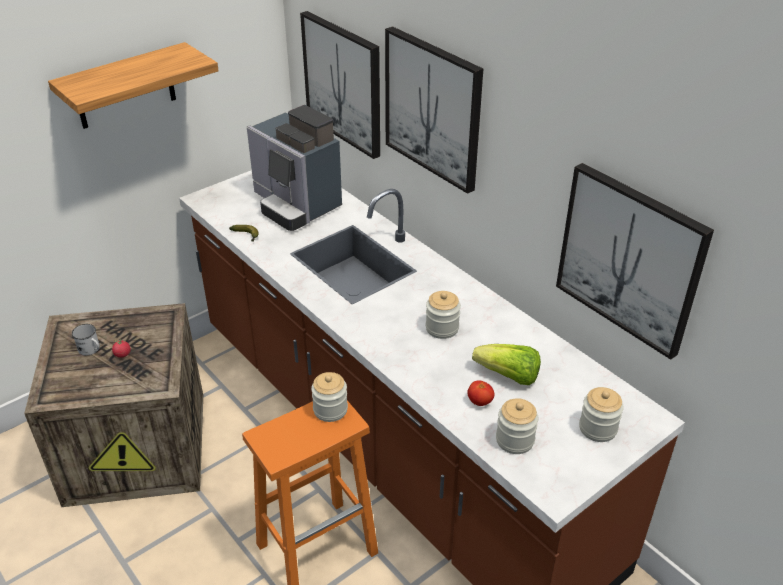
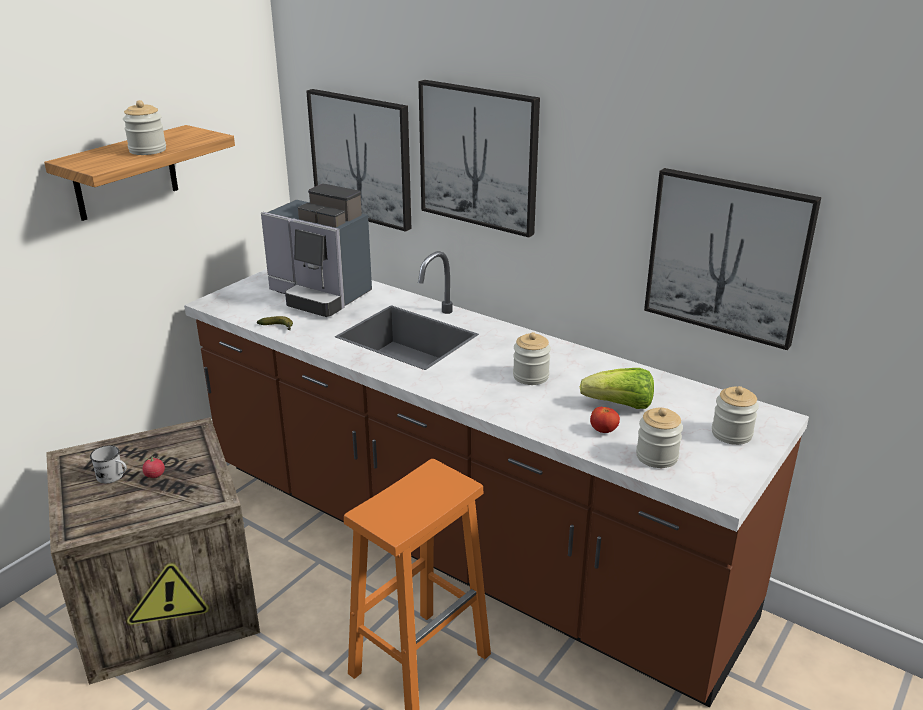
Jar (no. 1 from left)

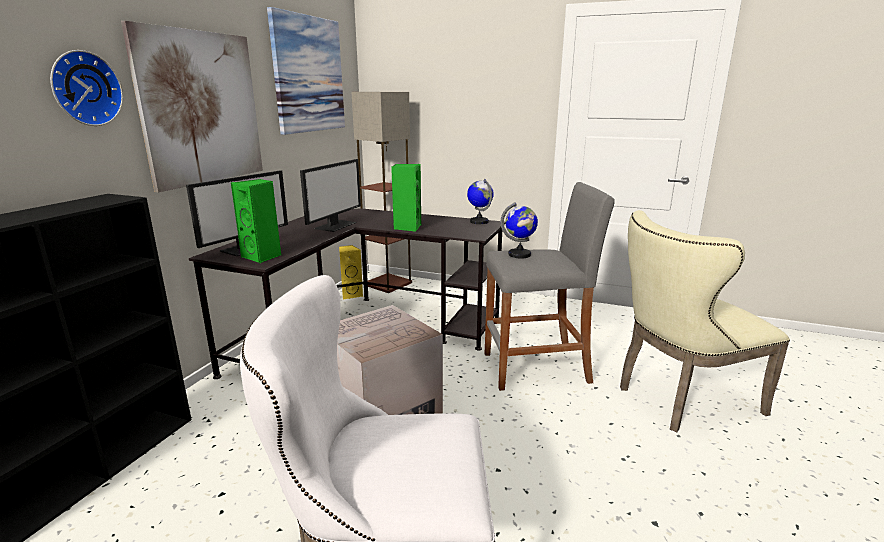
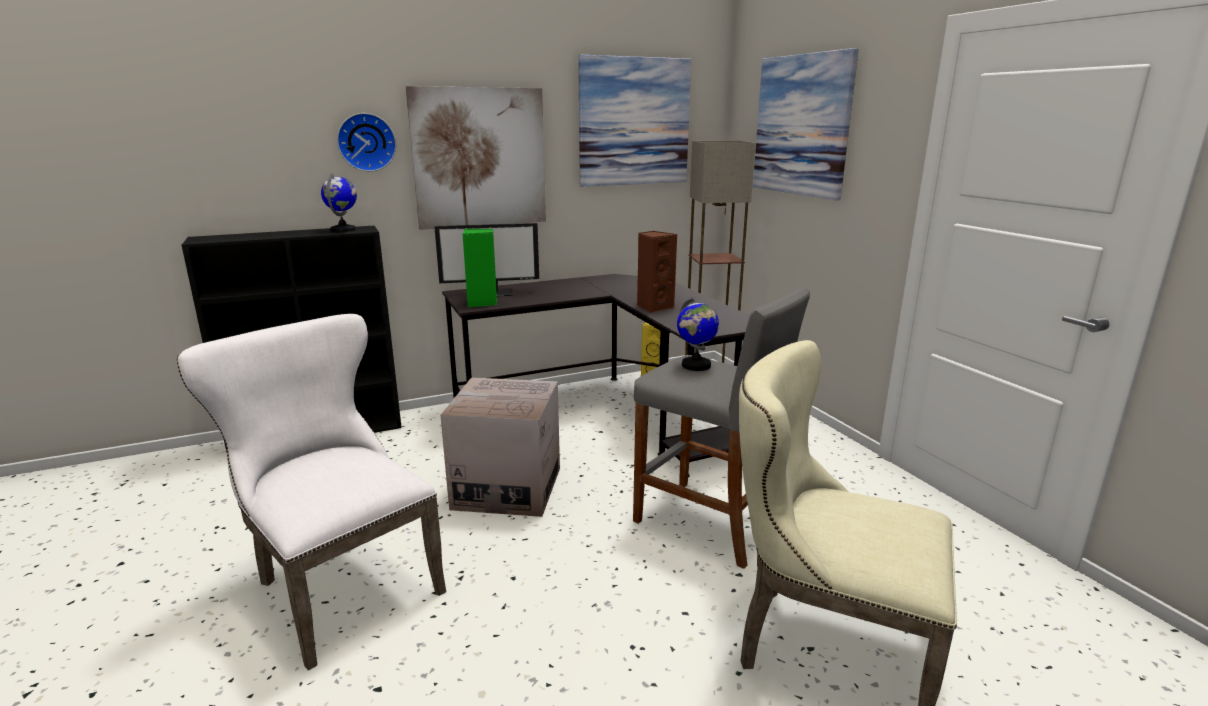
Monitor (no. 2 from left in the first image)
BrownSpeaker
Globe (no. 1 from left)
Picture (no. 3 from left)

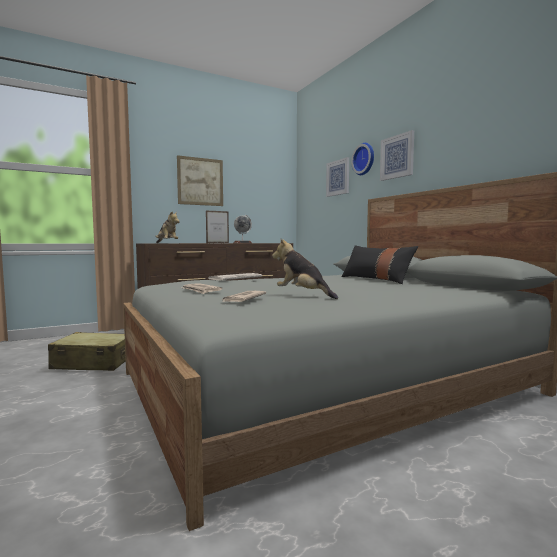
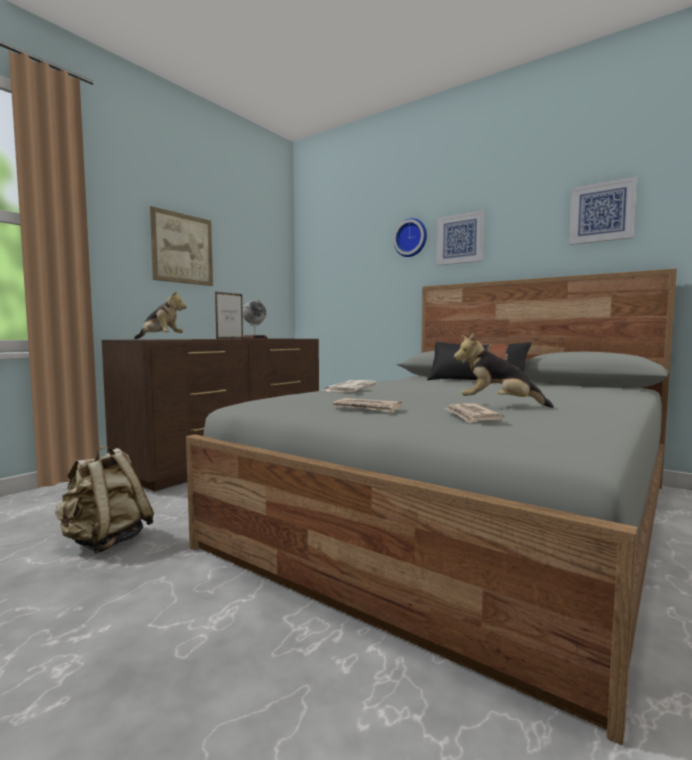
BeigeBackpack
Picture (no. 3 from left)

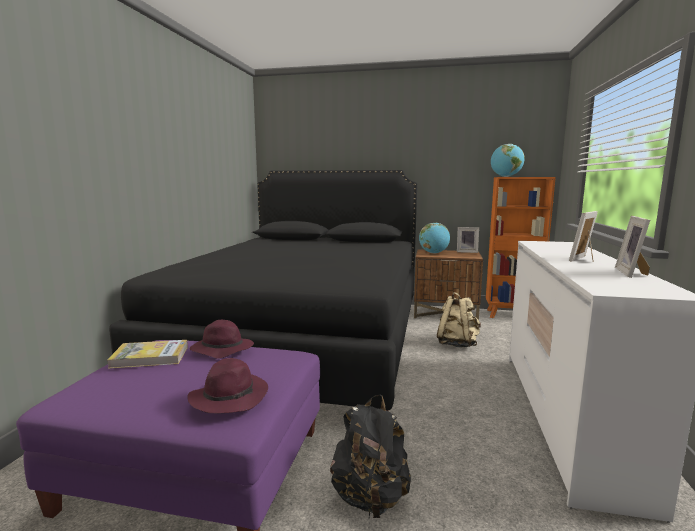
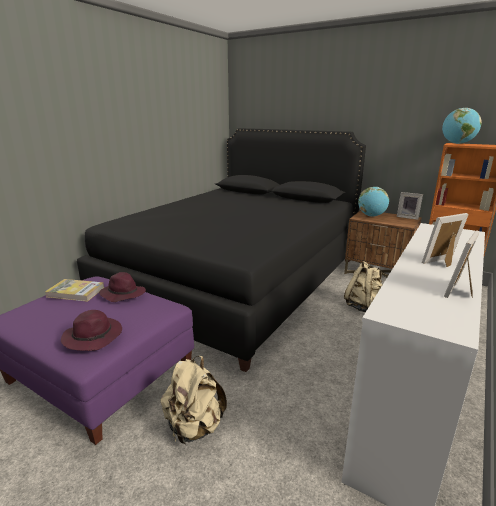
BeigeBackpack (no. 1 from left)

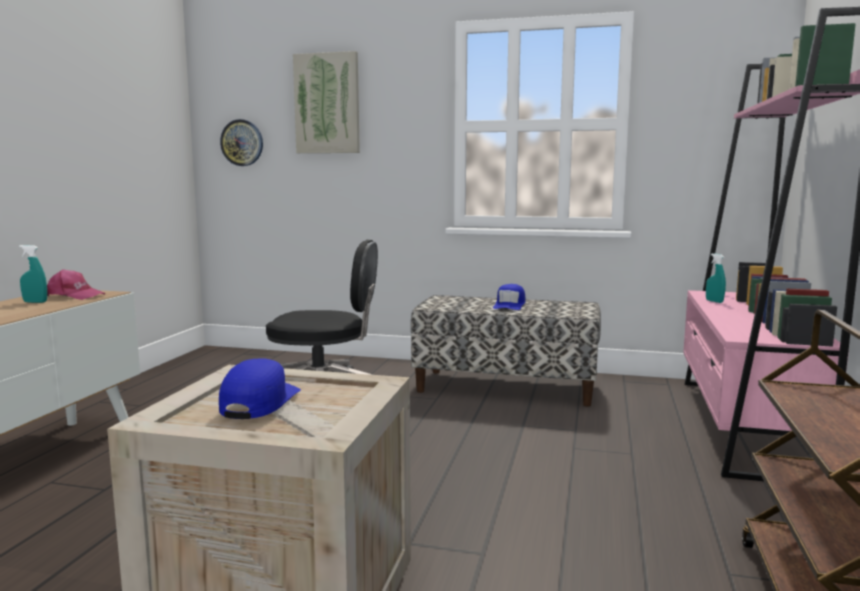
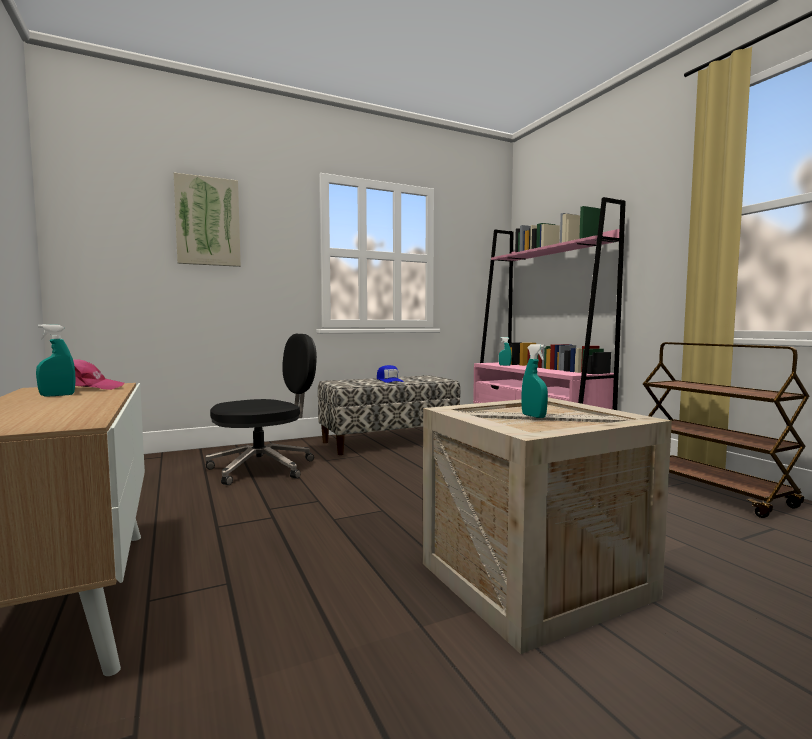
TurquoiseSprayBottle (no. 3 from left)
WallClock

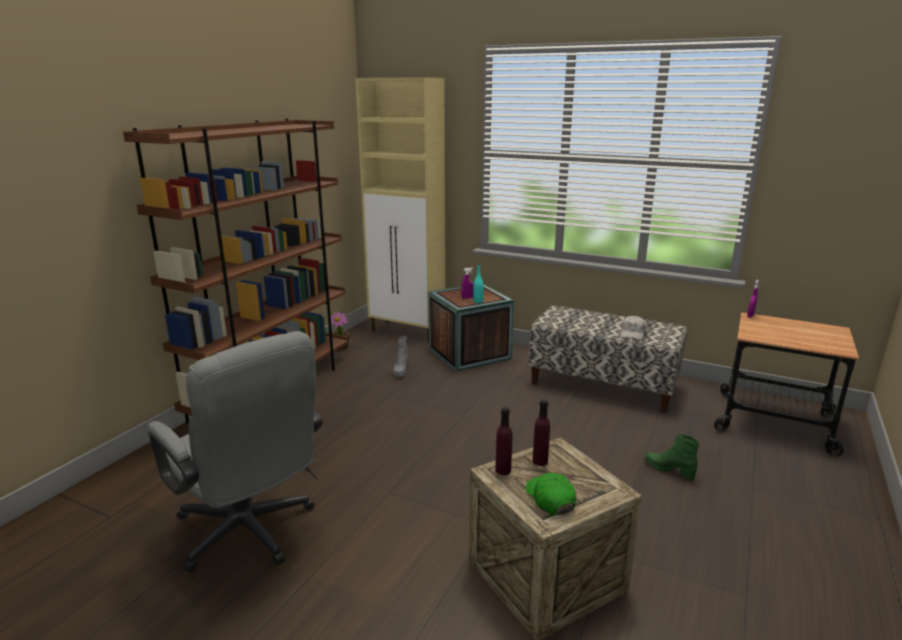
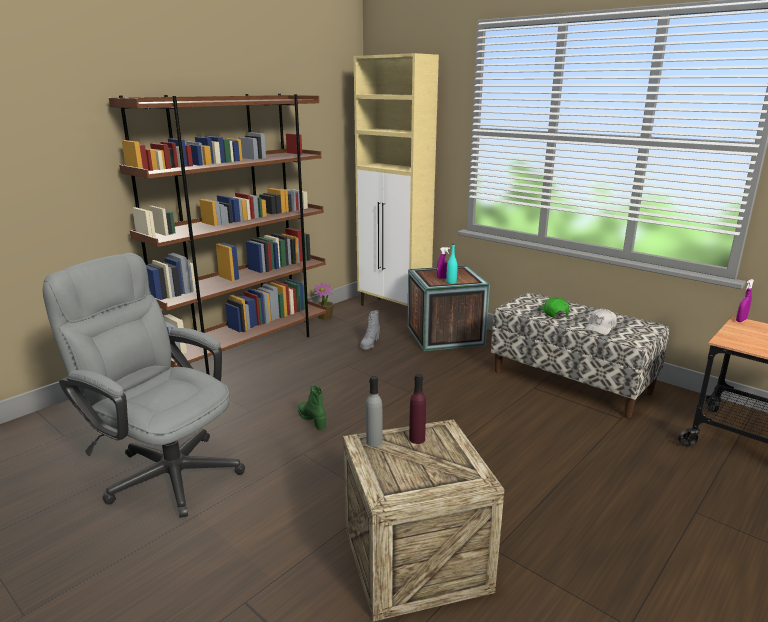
GreyOfficeChair
GreyBottle
GreenCap
GreenBoot

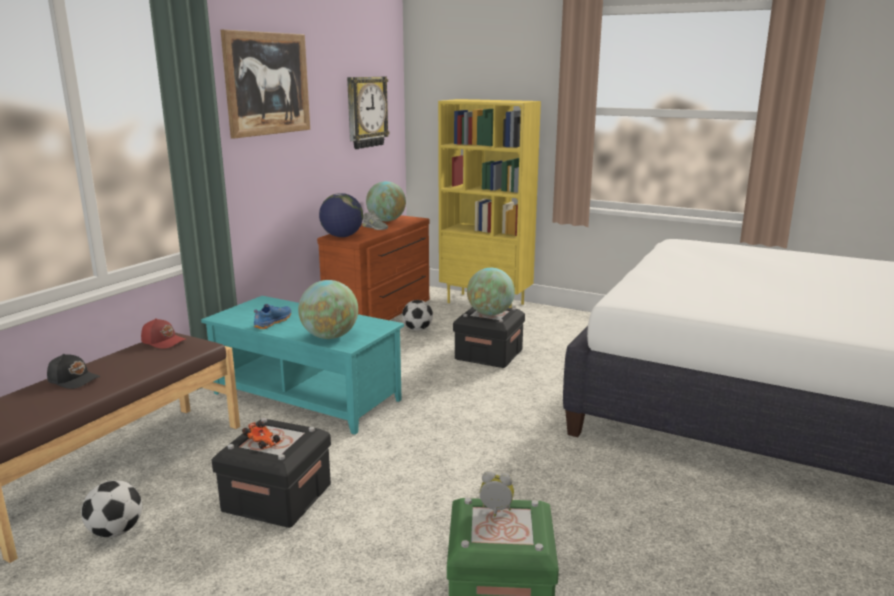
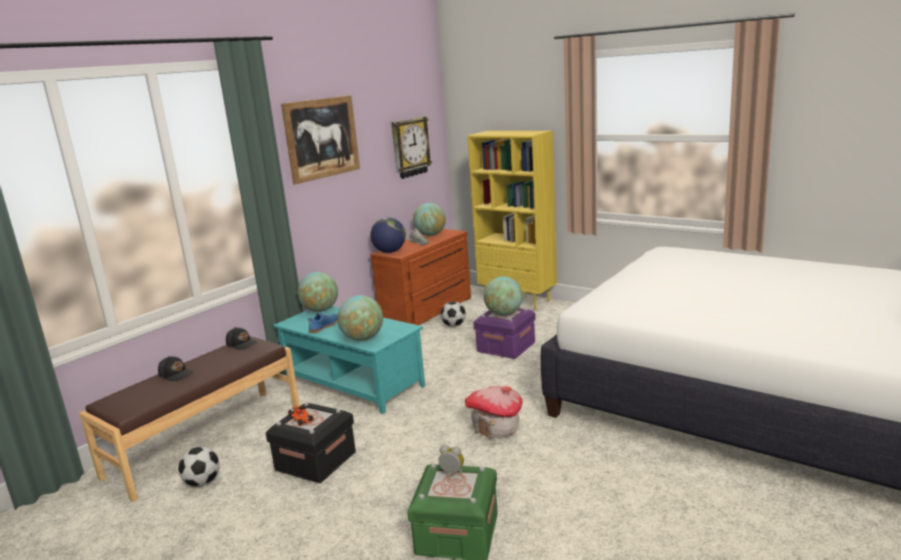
BlackCap (no. 2 from left)
PurpleStorageBox
Globe (no. 1 from left)
ToyHouse

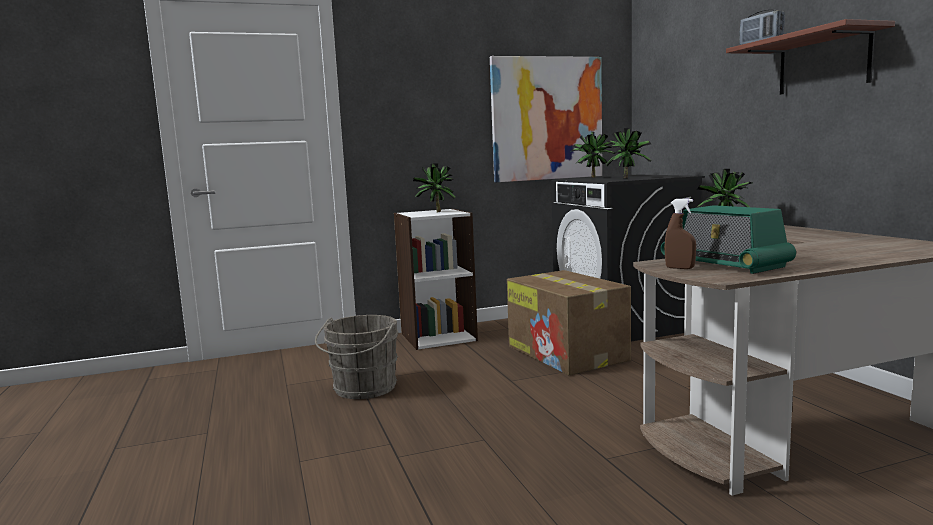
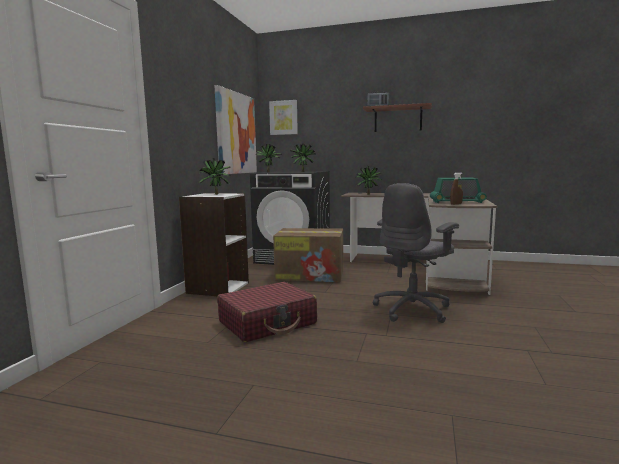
RedSuitcase
Picture (no. 2 from left)
GreyOfficeChair

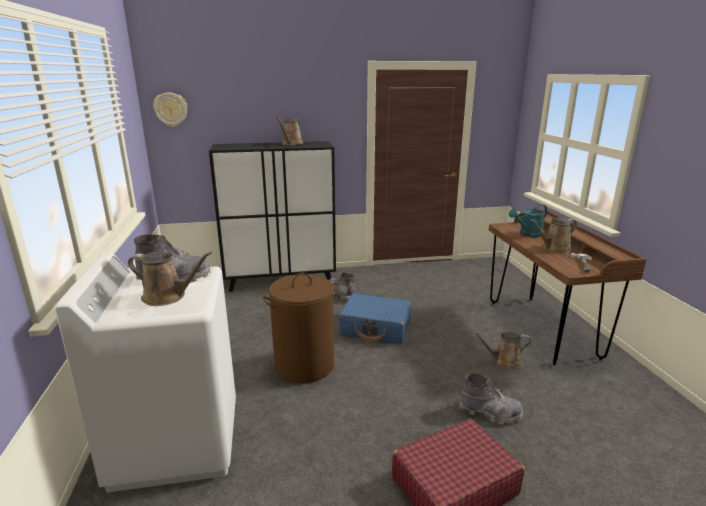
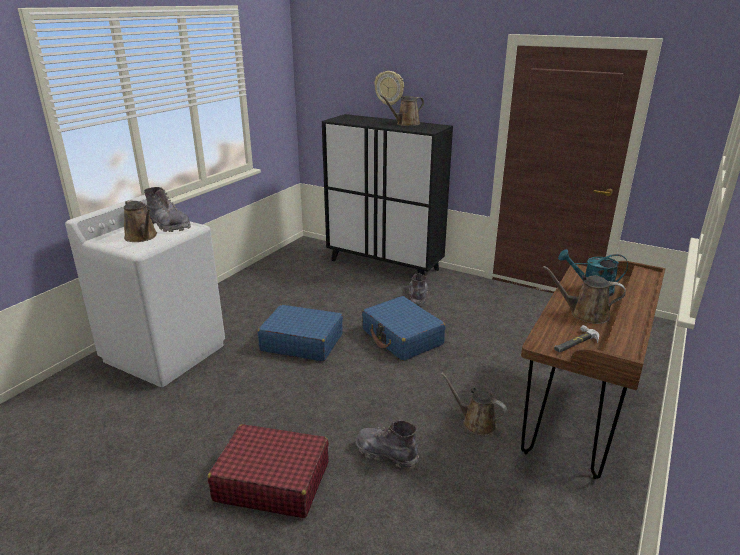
WallClock
BlueSuitcase (no. 1 from left)
GreyBoot (no. 2 from left)

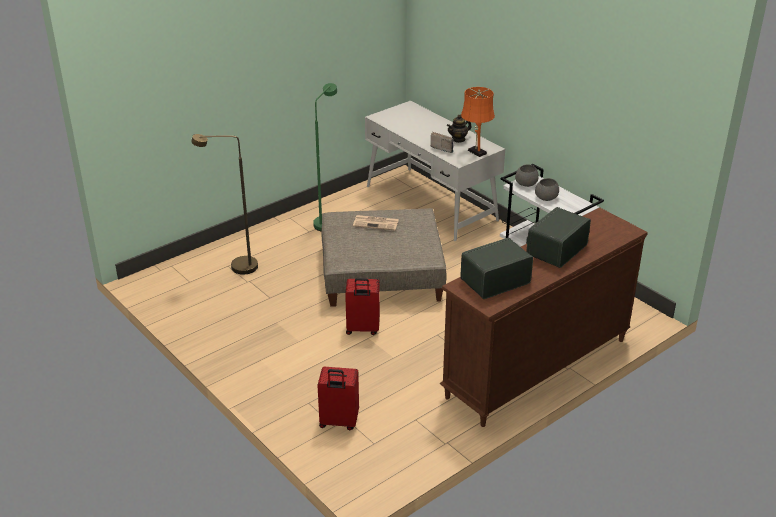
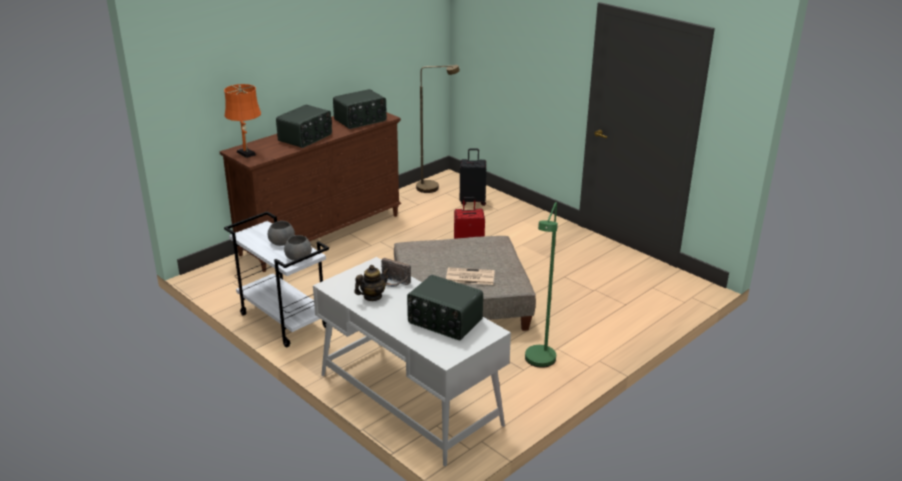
BrownFloorLamp
BlackSuitcase
OrangeTableLamp
Radio (no. 4 from left)

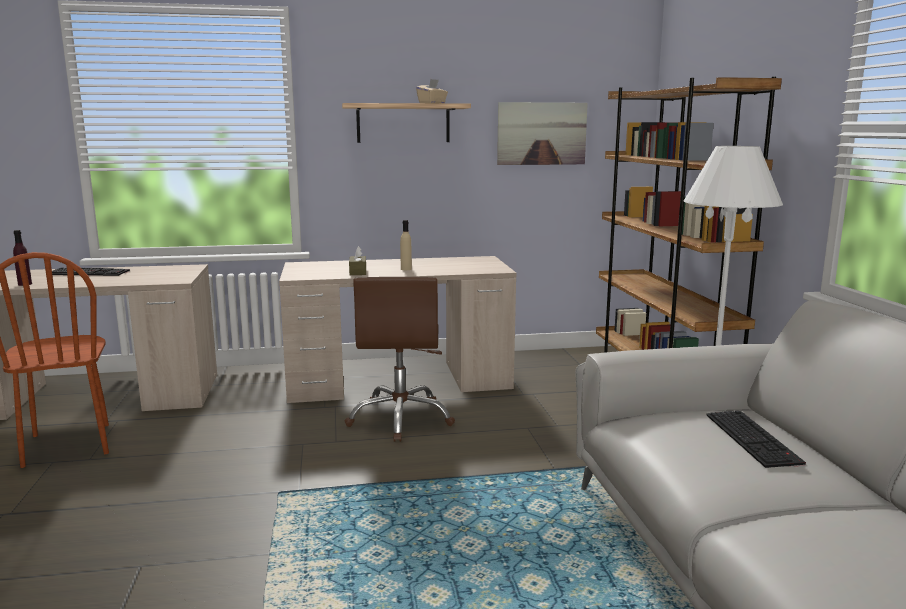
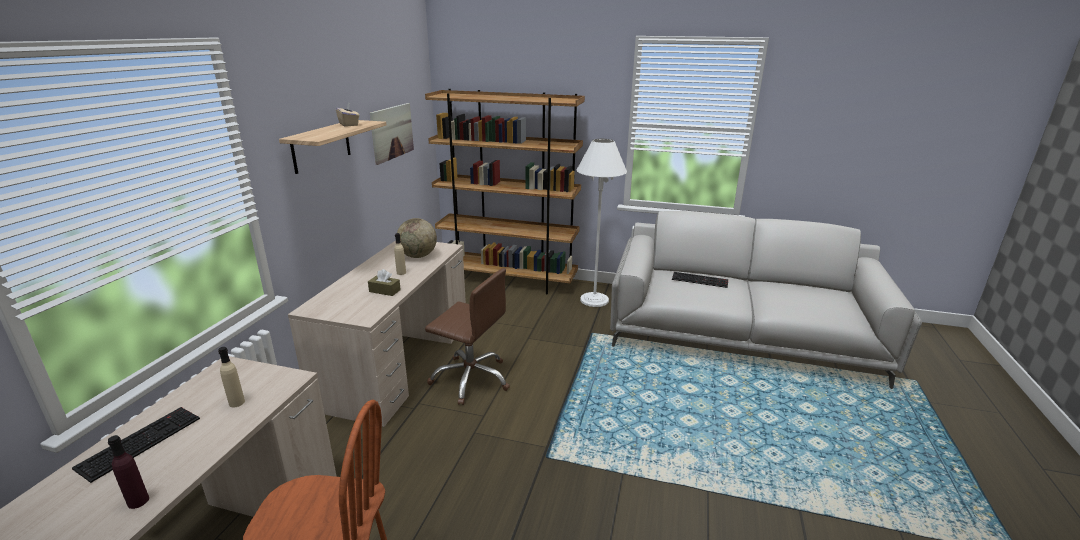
BeigeBottle (no. 1 from left)
Globe

